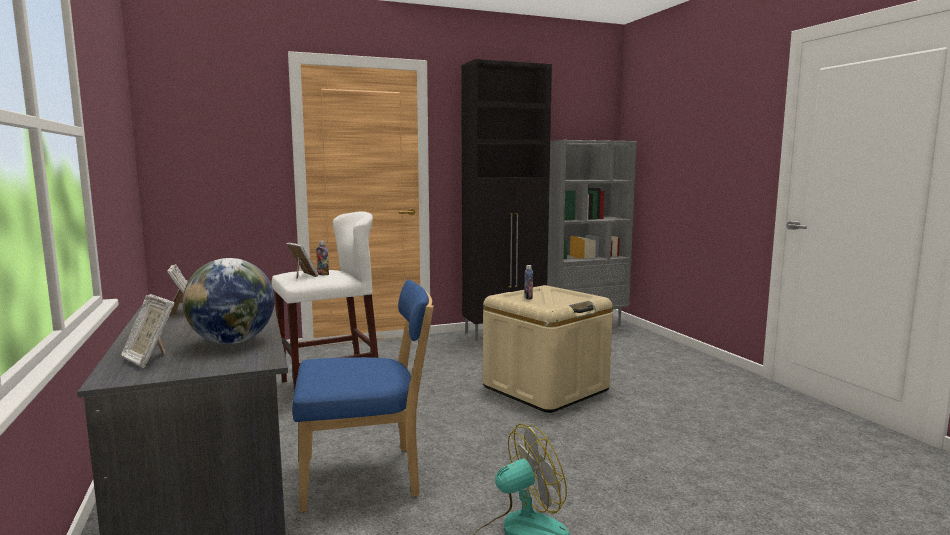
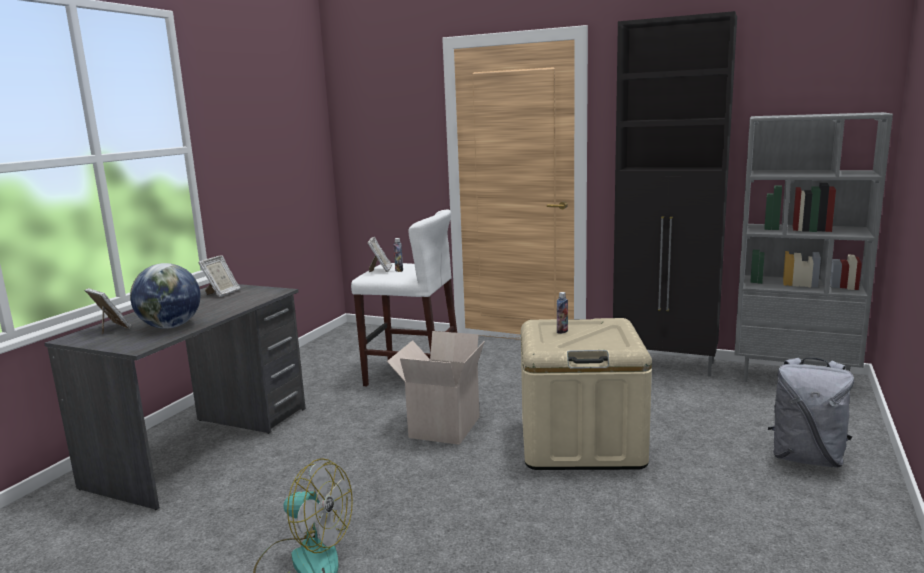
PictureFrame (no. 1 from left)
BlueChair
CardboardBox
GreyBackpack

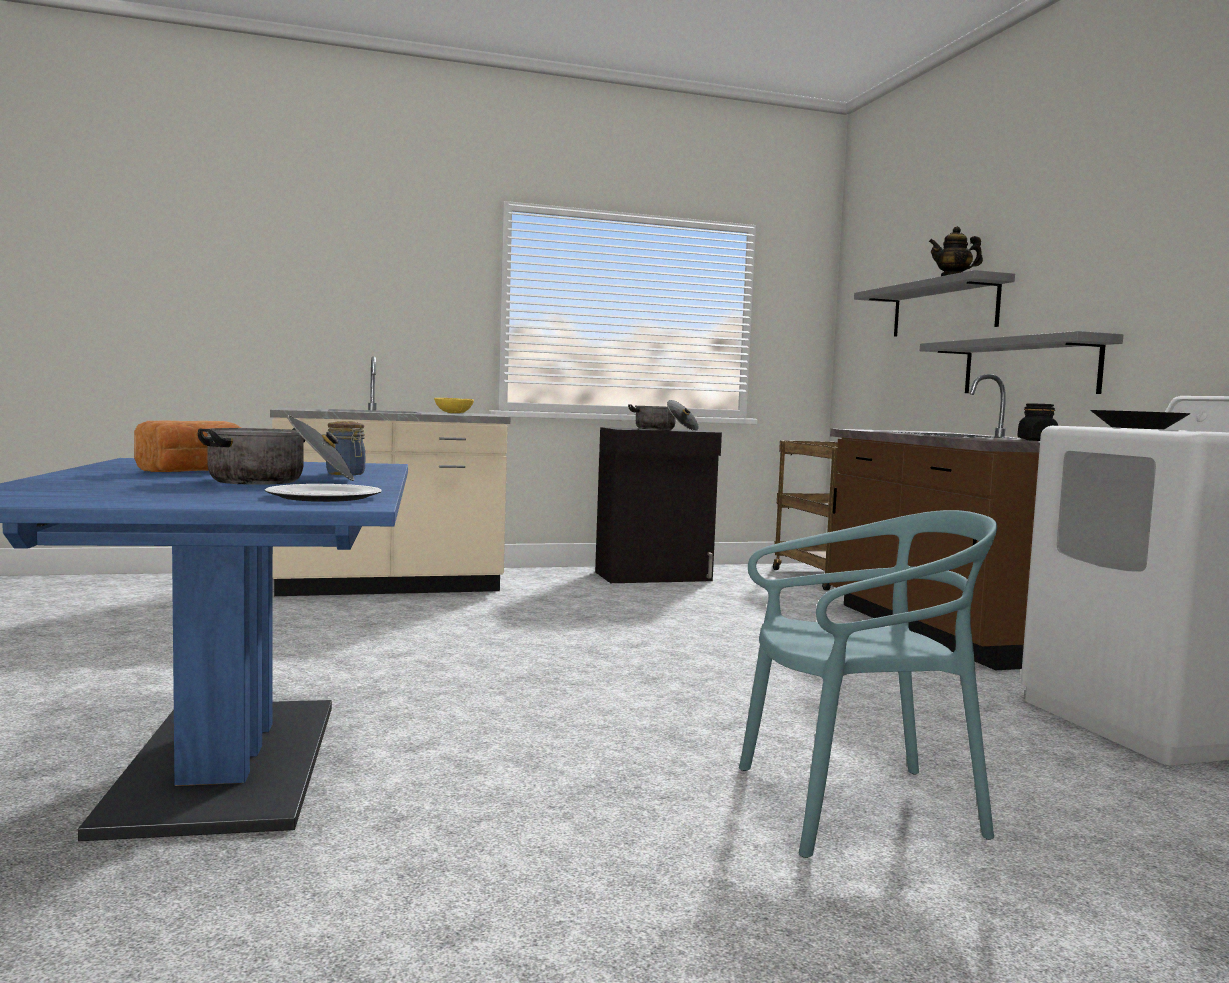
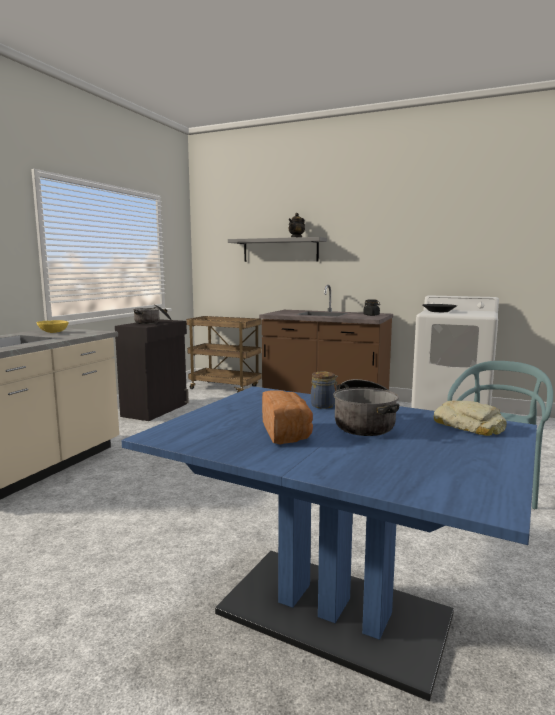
Bread (no. 2 from left)
GreyShelf (no. 2 from left in the first image)

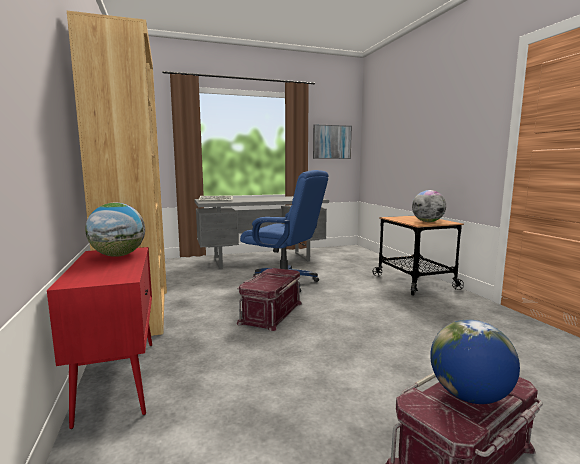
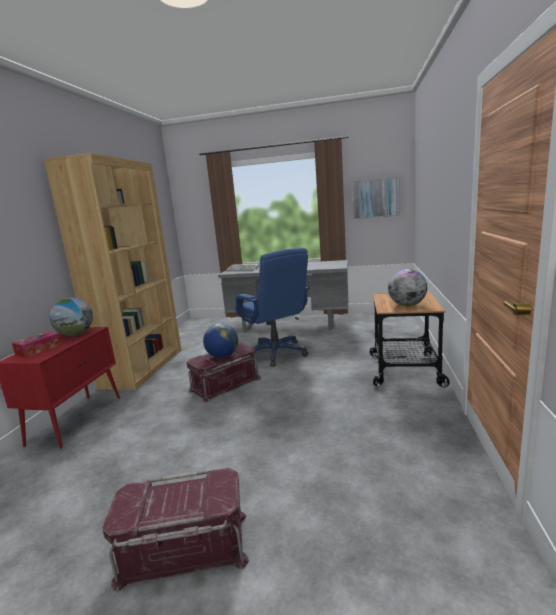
Globe (no. 2 from left)
TissueBox

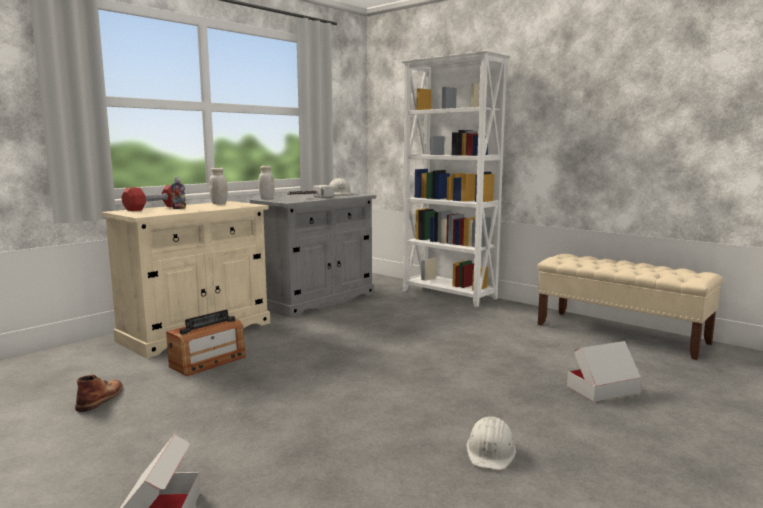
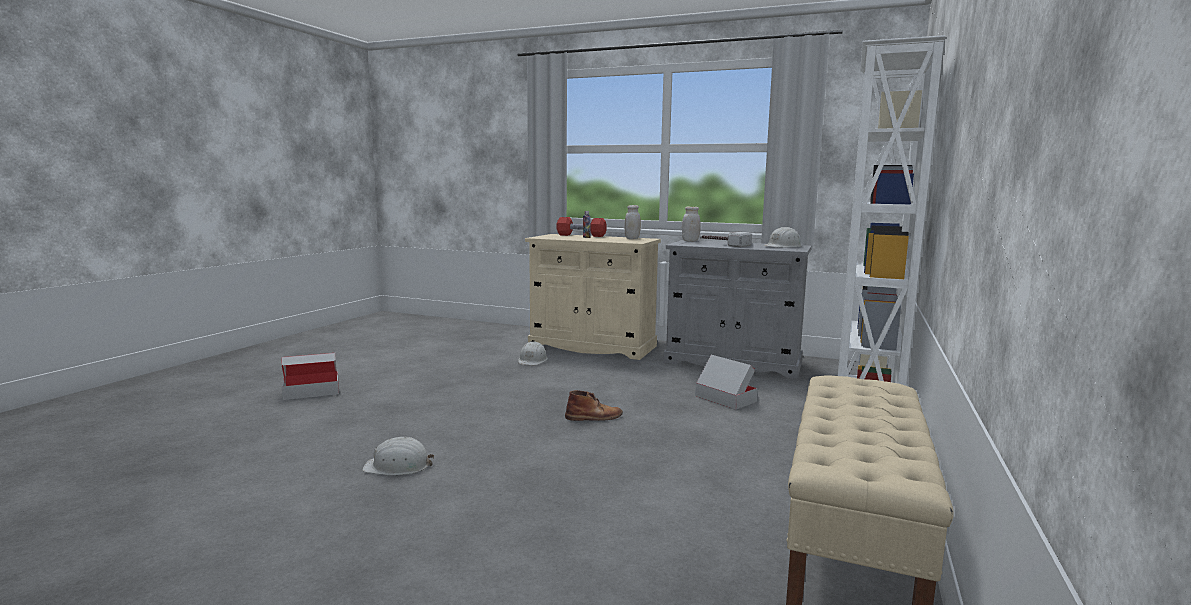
BrownBoot
WhiteHardHat (no. 2 from left)
CardboardBox (no. 2 from left)

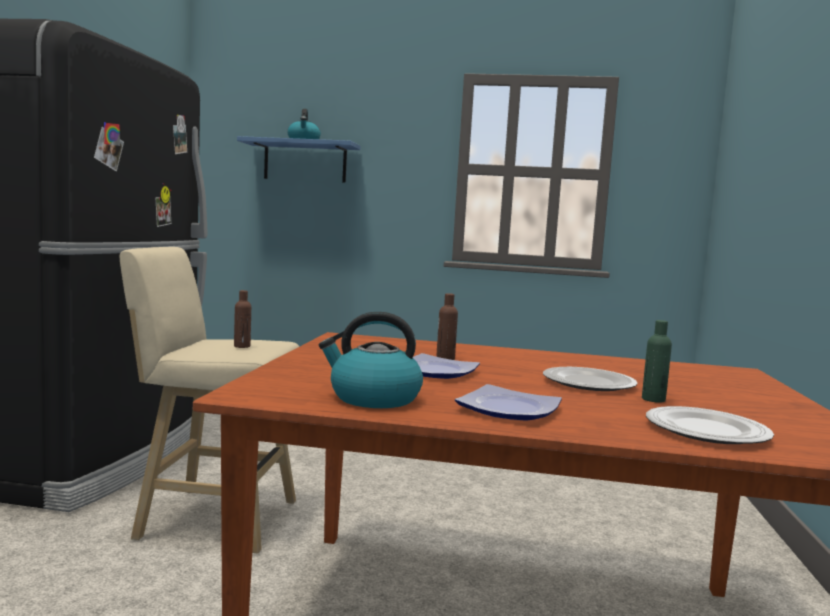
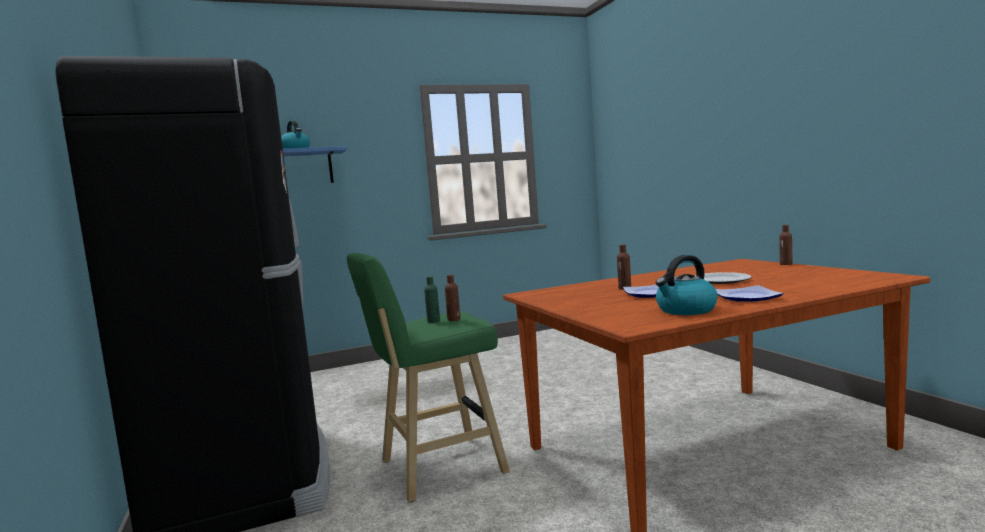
GreenStool
GreenBottle
Plate (no. 4 from left in the first image)
BrownBottle (no. 3 from left)

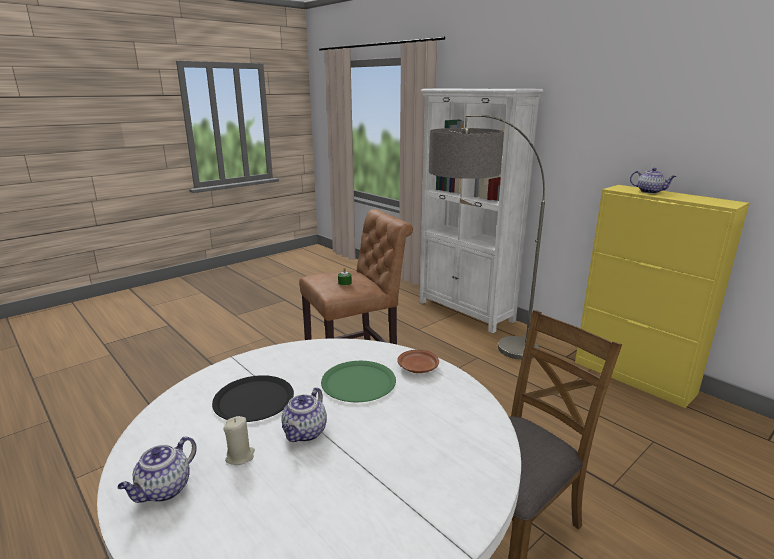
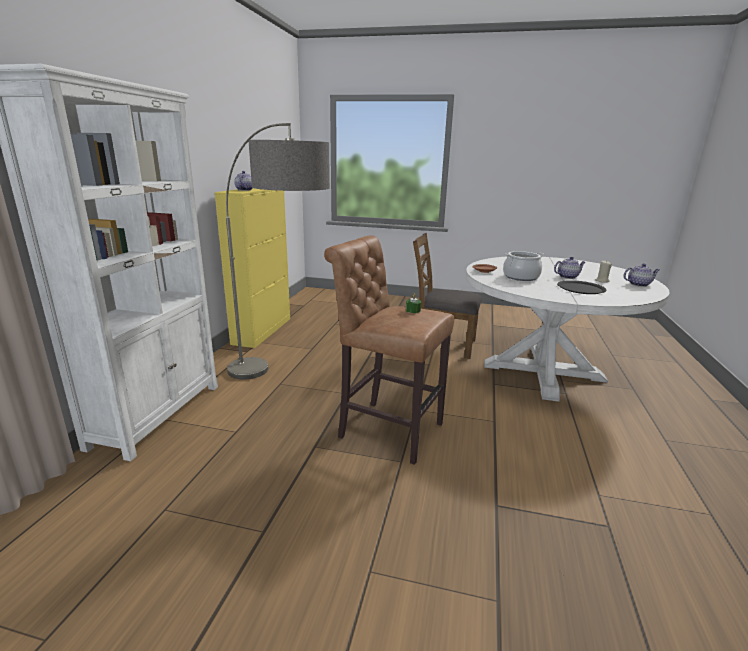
CookingPot

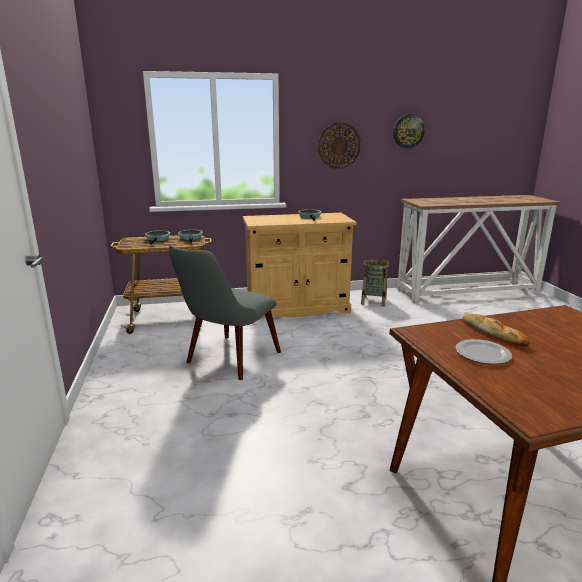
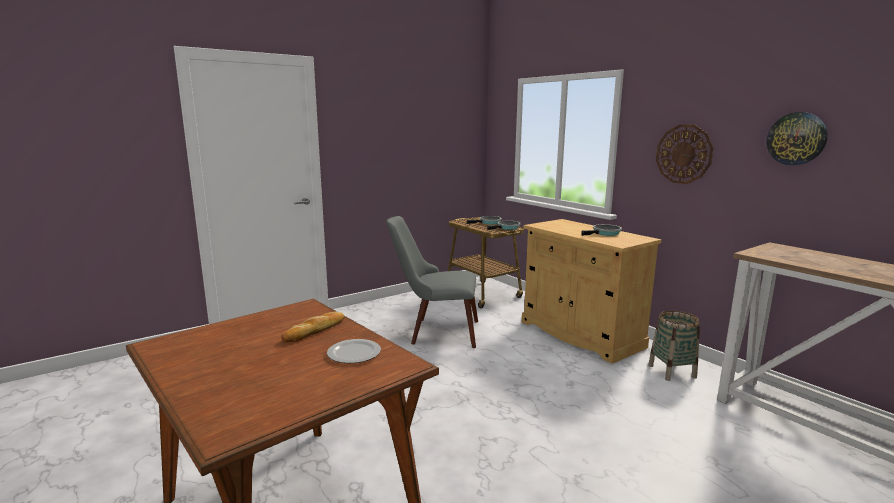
Plate

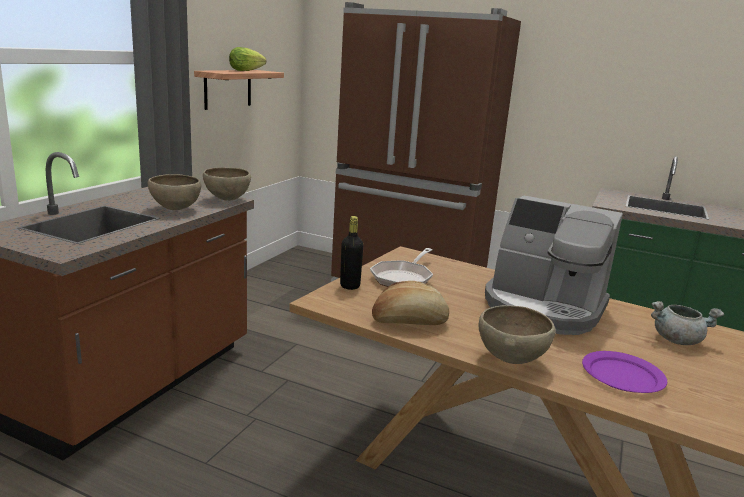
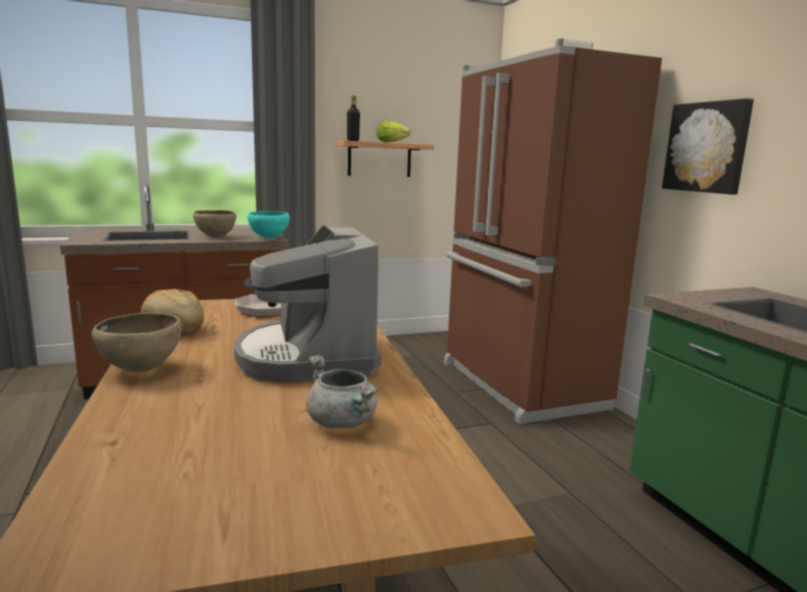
TurquoiseBowl
BlackBottle
PurplePlate
Picture

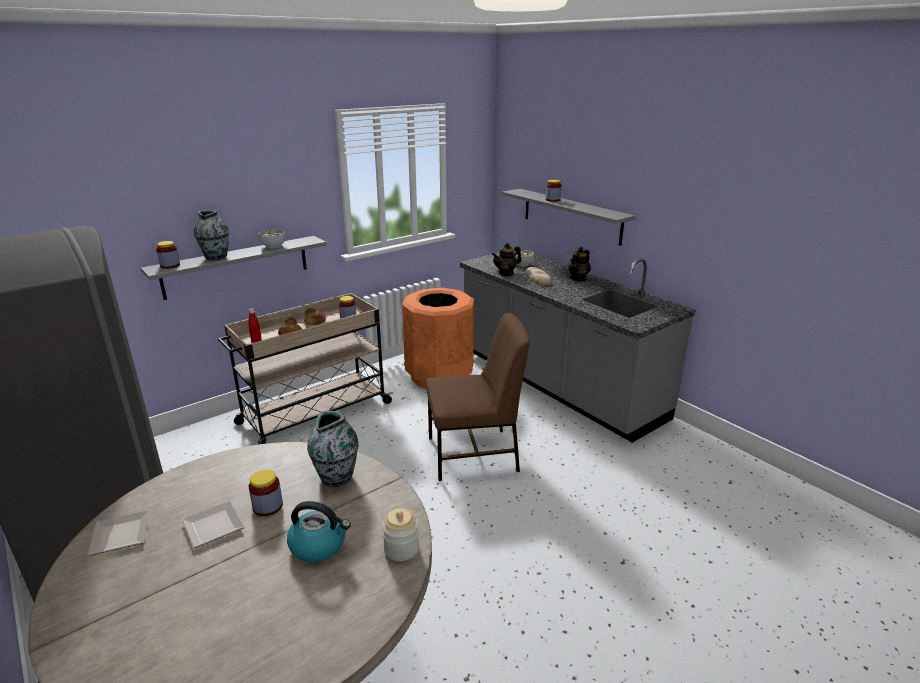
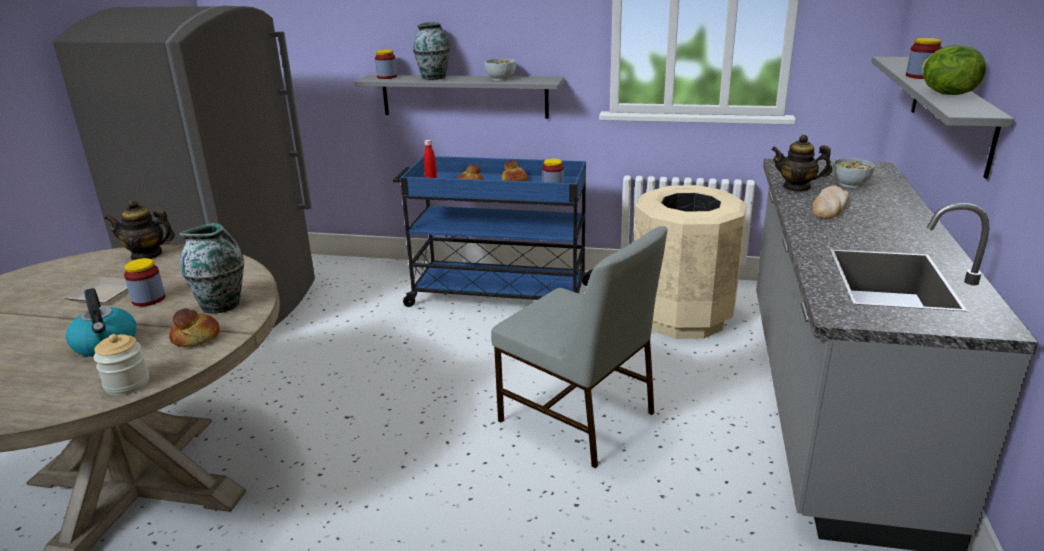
Plate (no. 1 from left in the first image)
BlueCart
BeigeTrashCan
GreyChair
Teapot (no. 1 from left)
Bread (no. 1 from left)
Lettuce

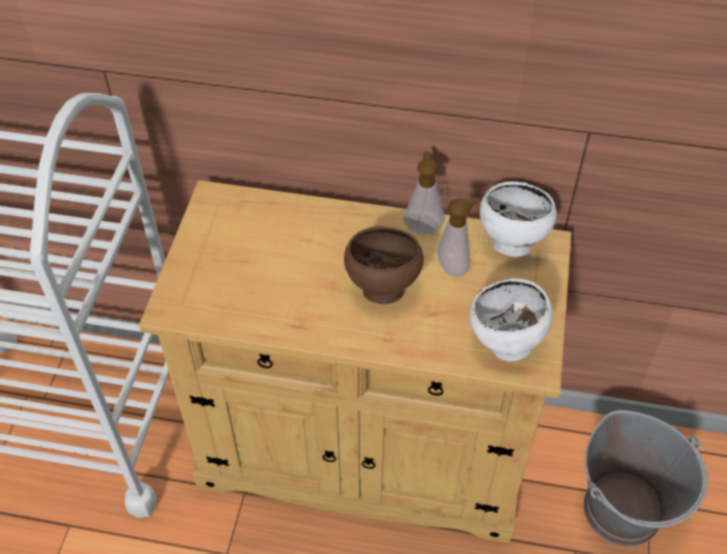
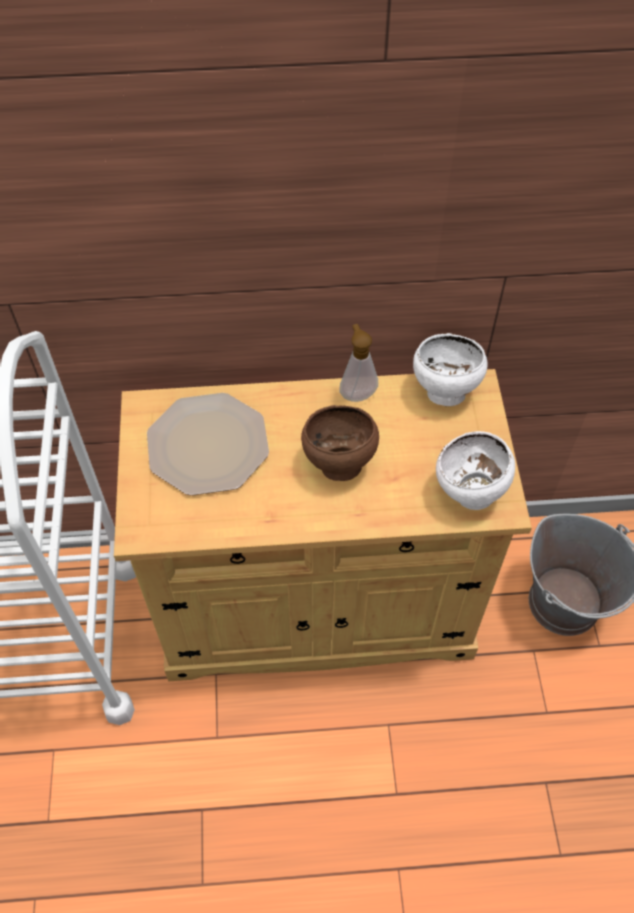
SoapDispenser (no. 2 from left in the first image)
Plate

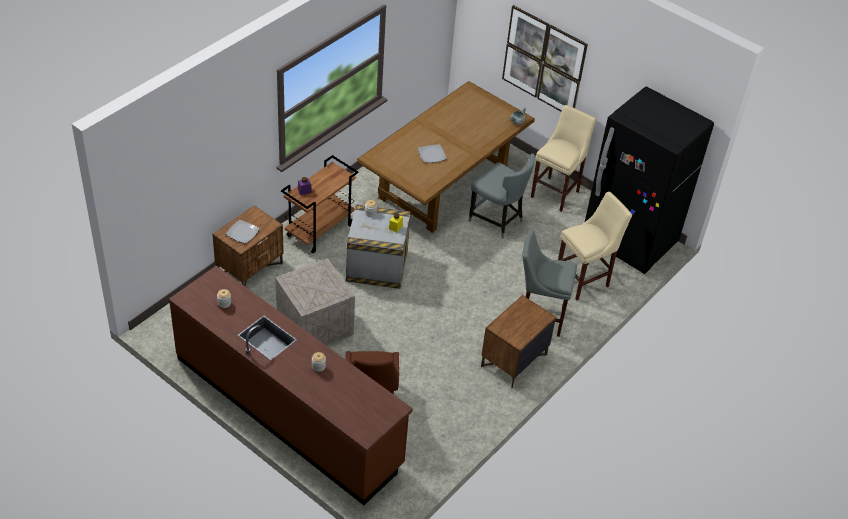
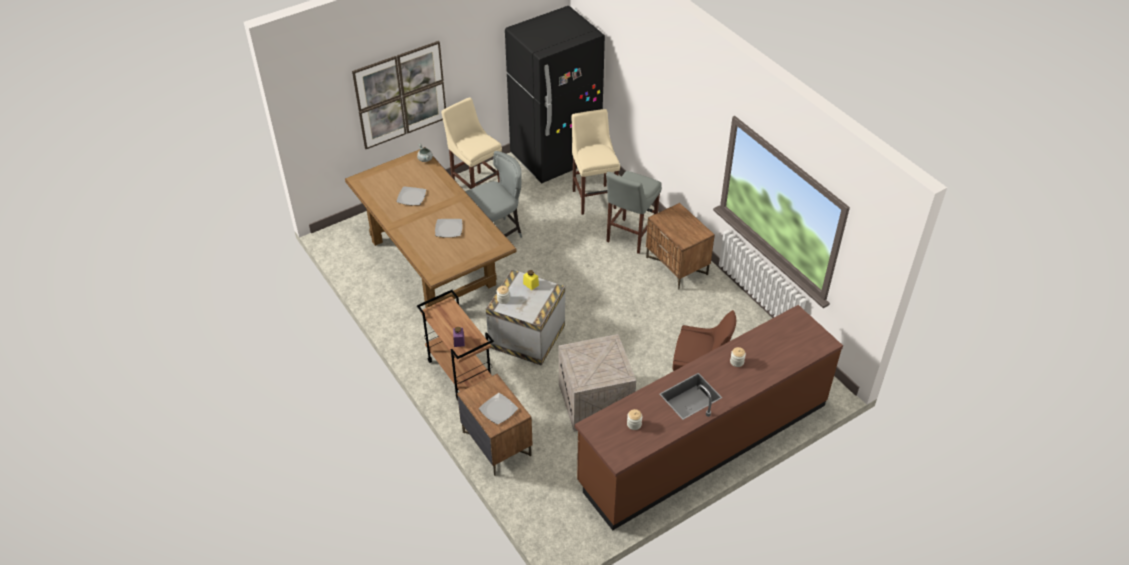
Plate (no. 1 from left)

